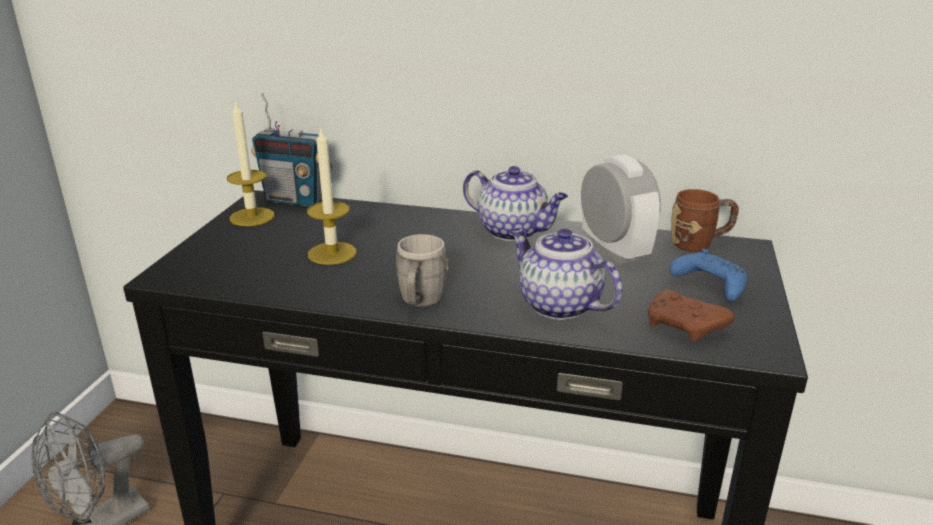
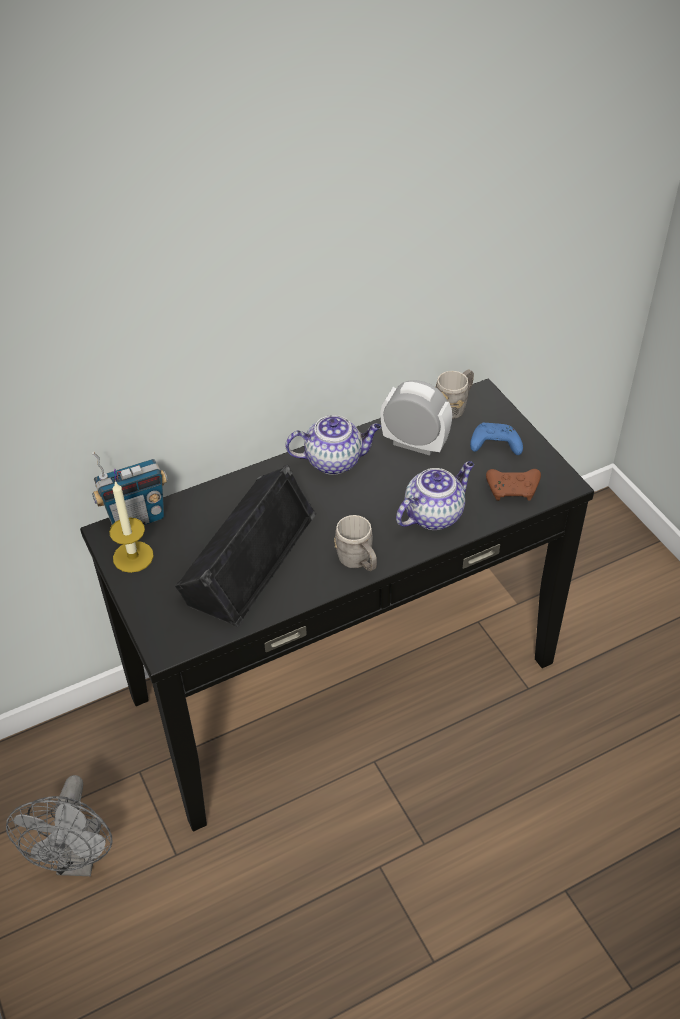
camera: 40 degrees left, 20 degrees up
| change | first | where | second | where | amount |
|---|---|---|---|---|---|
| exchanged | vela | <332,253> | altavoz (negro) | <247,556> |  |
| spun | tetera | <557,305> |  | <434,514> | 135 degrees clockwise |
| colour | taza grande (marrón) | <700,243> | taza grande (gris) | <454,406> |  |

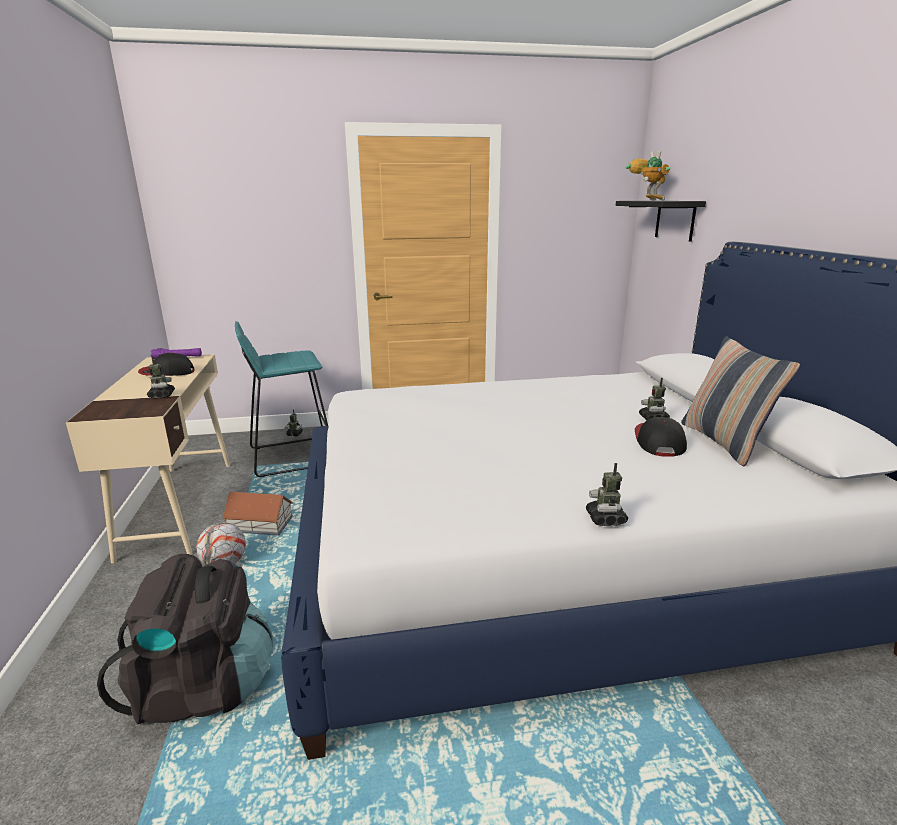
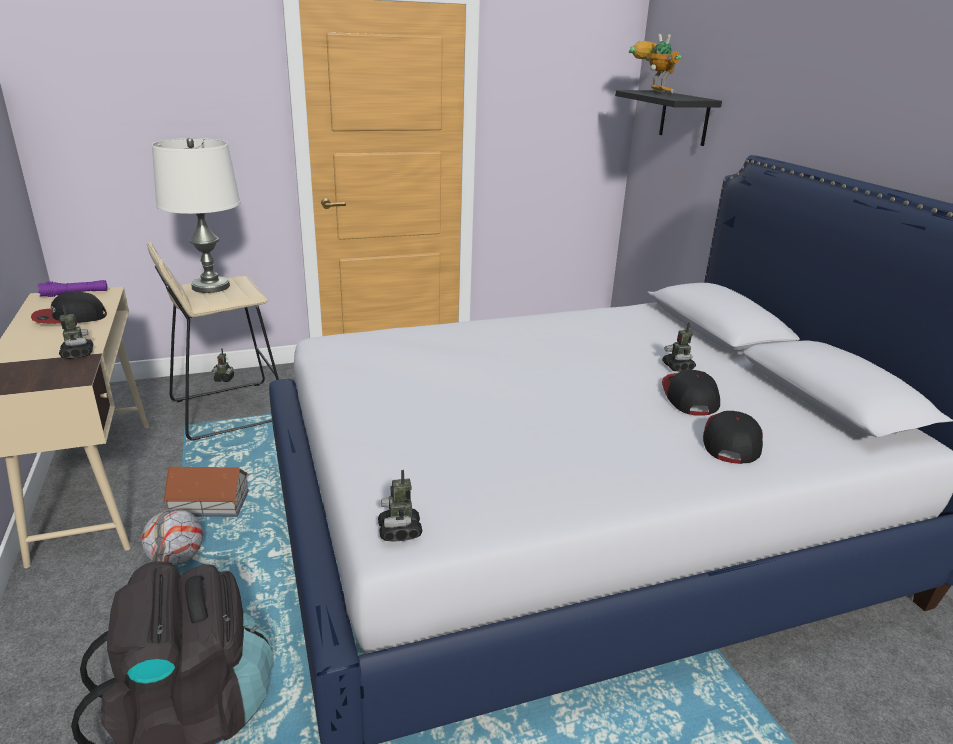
camera: 10 degrees left, 5 degrees up
| change | first | where | second | where | amount |
|---|---|---|---|---|---|
| colour | taburete (turquesa) | <291,456> | taburete (beis) | <227,410> |  |
| relocated | robot de juguete | <605,519> |  | <400,531> |  |
| missing | cojín | <724,442> |  |  |  |
| appeared |  |  | lámpara de mesa (blanco) | <211,287> |  |
| appeared |  |  | gorra | <731,441> |  |

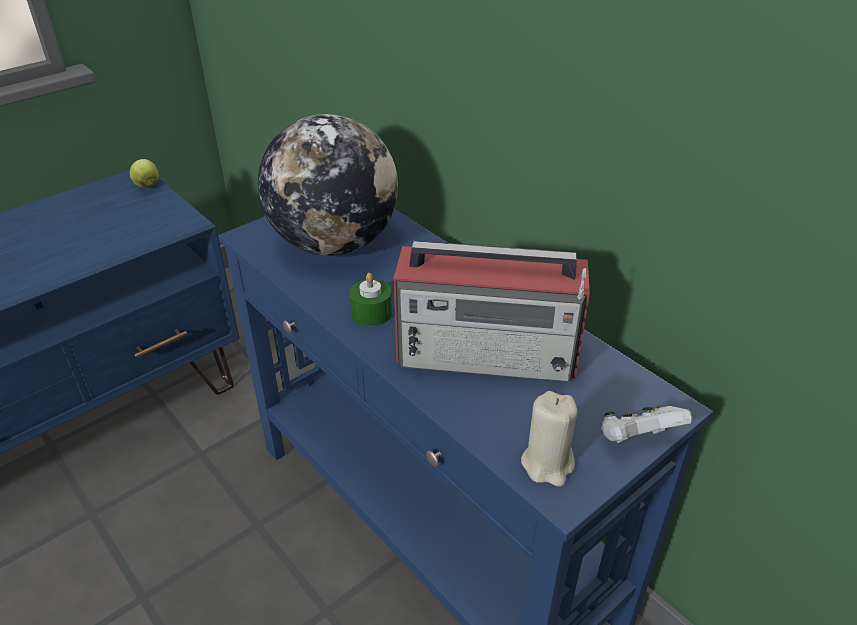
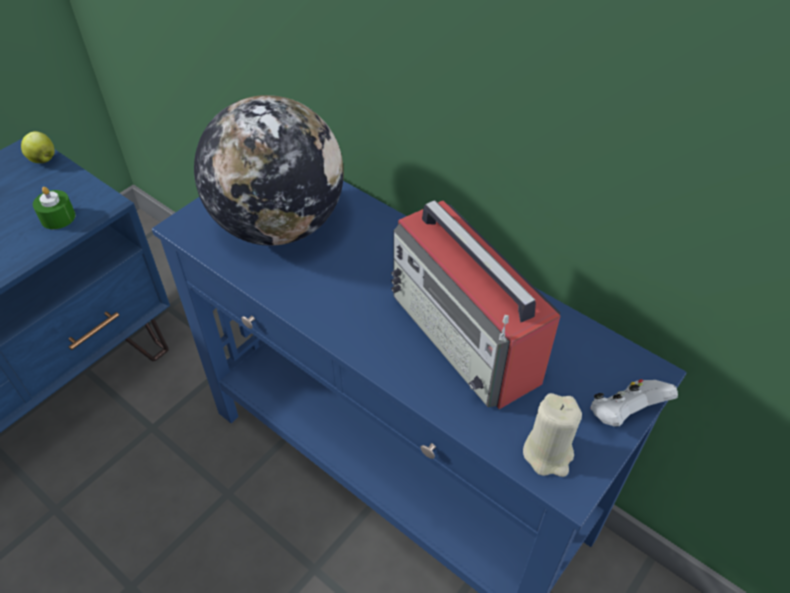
camera: 10 degrees left, 10 degrees up
| change | first | where | second | where | amount |
|---|---|---|---|---|---|
| relocated | vela (verde) | <371,313> |  | <58,217> |  |
| spun | radio | <489,354> |  | <466,338> | 60 degrees clockwise |

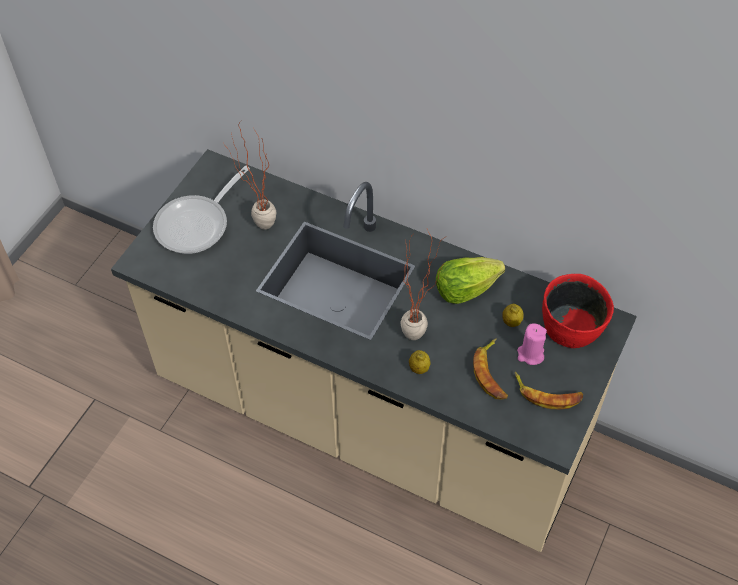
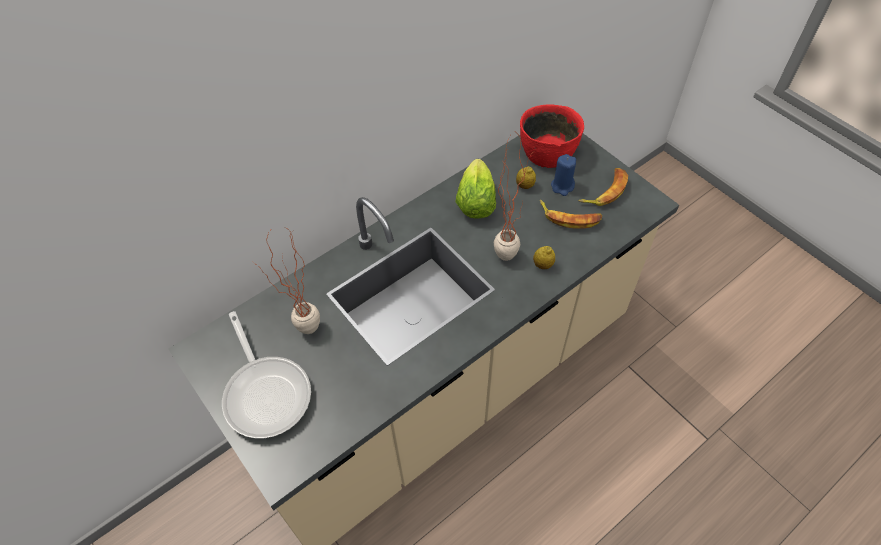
camera: 65 degrees left, 0 degrees up
| change | first | where | second | where | amount |
|---|---|---|---|---|---|
| colour | vela (rosa) | <530,354> | vela (azul) | <562,186> |  |

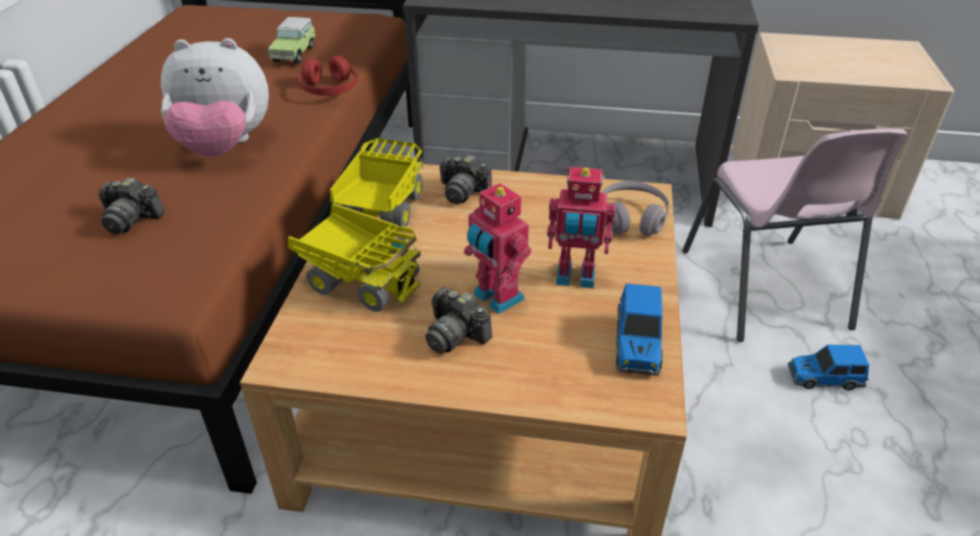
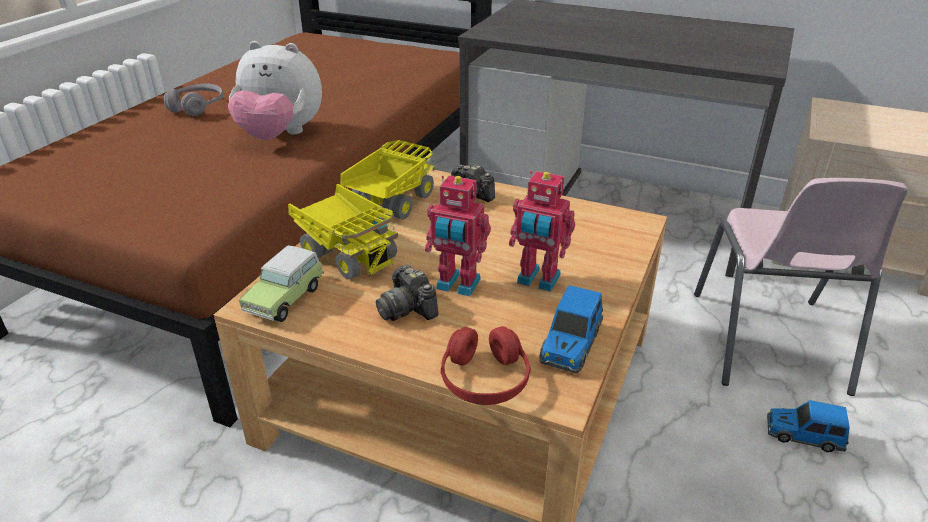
camera: 15 degrees right, 5 degrees down
| change | first | where | second | where | amount |
|---|---|---|---|---|---|
| missing | cámara | <131,219> |  |  |  |
| relocated | coche de juguete | <295,53> |  | <287,298> |  |
| relocated | auriculares (rojo) | <329,89> |  | <484,379> |  |
| spun | robot de juguete | <496,298> |  | <457,285> | 45 degrees counterclockwise |
| relocated | auriculares (gris) | <631,218> |  | <197,107> |  |

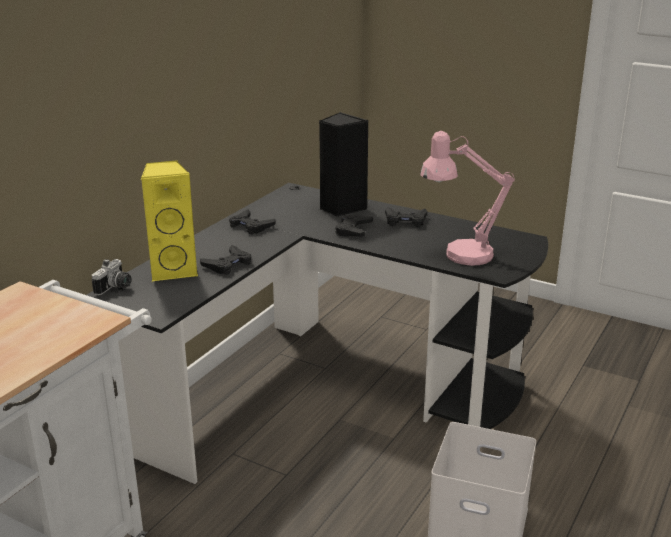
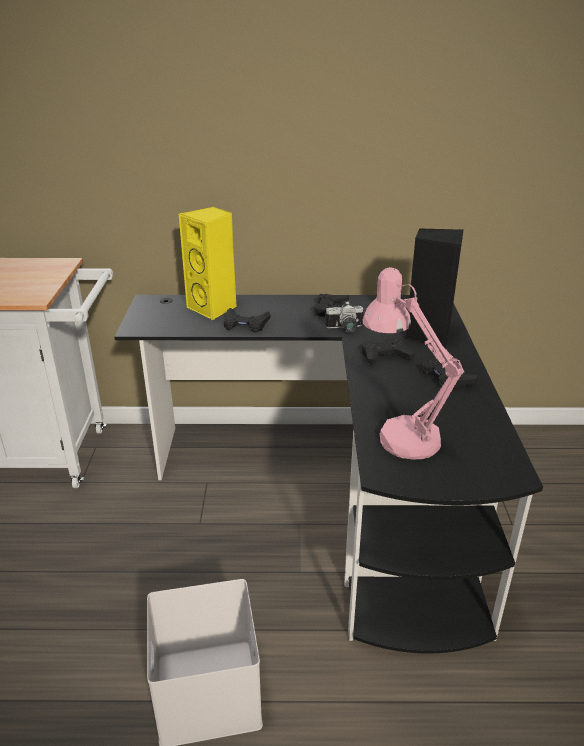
camera: 60 degrees right, 5 degrees up
| change | first | where | second | where | amount |
|---|---|---|---|---|---|
| relocated | cámara | <115,287> |  | <345,329> |  |

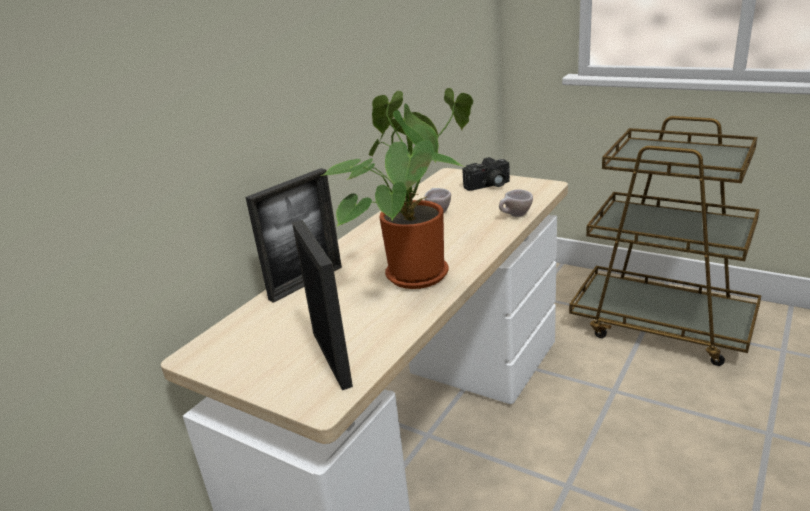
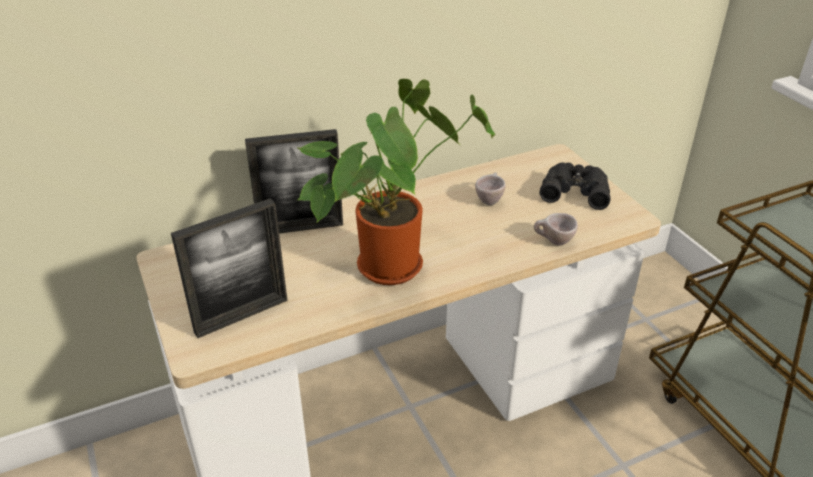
camera: 30 degrees right, 10 degrees up
| change | first | where | second | where | amount |
|---|---|---|---|---|---|
| spun | portarretratos | <331,358> |  | <241,316> | 45 degrees clockwise |
| exchanged | cámara | <488,186> | prismáticos (negro) | <575,189> |  |

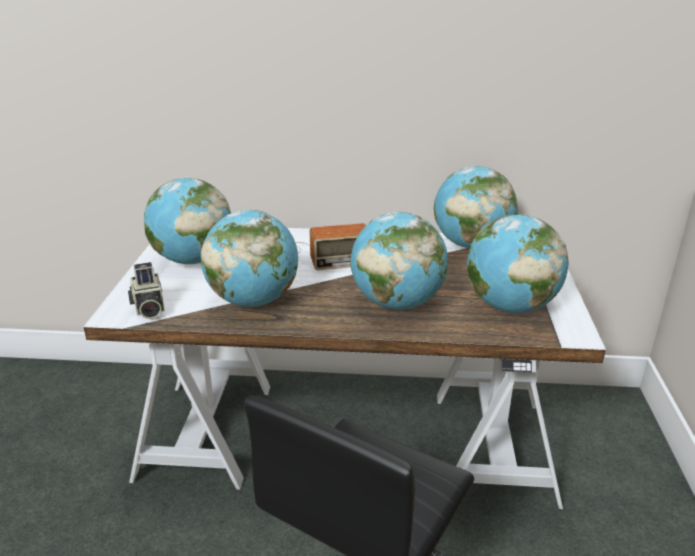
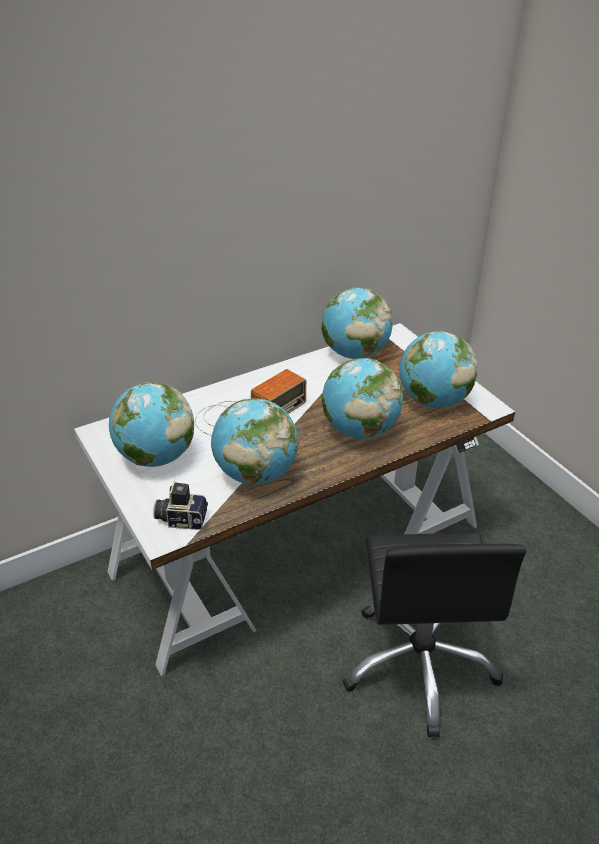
camera: 35 degrees left, 10 degrees up
| change | first | where | second | where | amount |
|---|---|---|---|---|---|
| spun | cámara | <148,308> |  | <181,518> | 150 degrees clockwise |

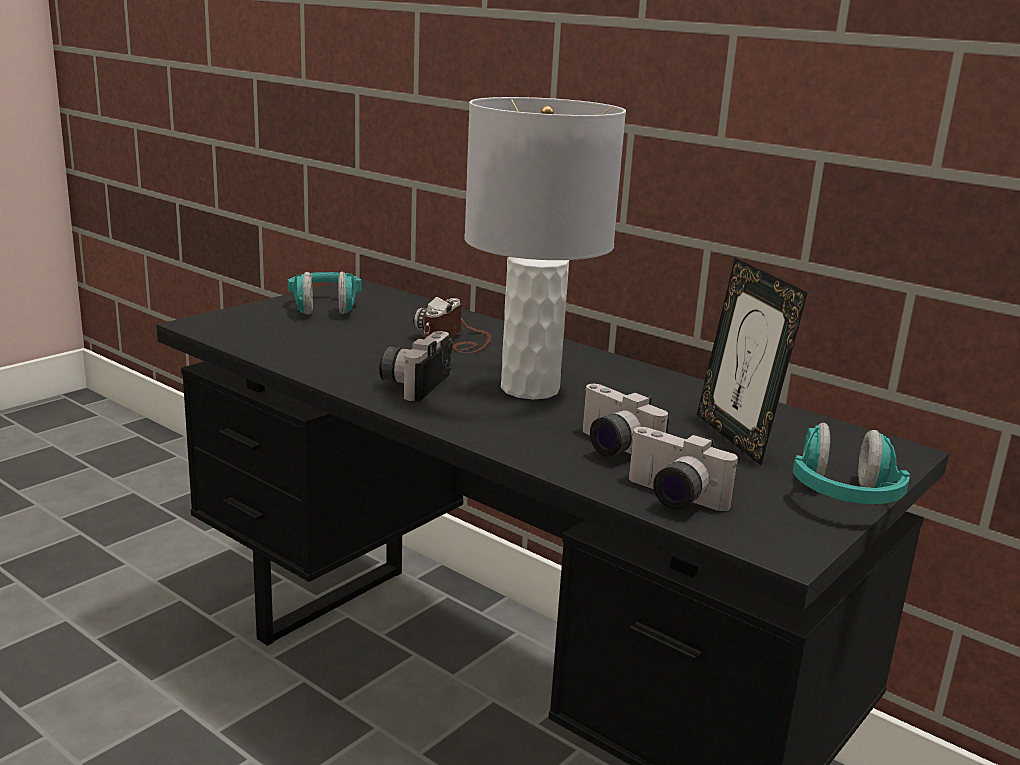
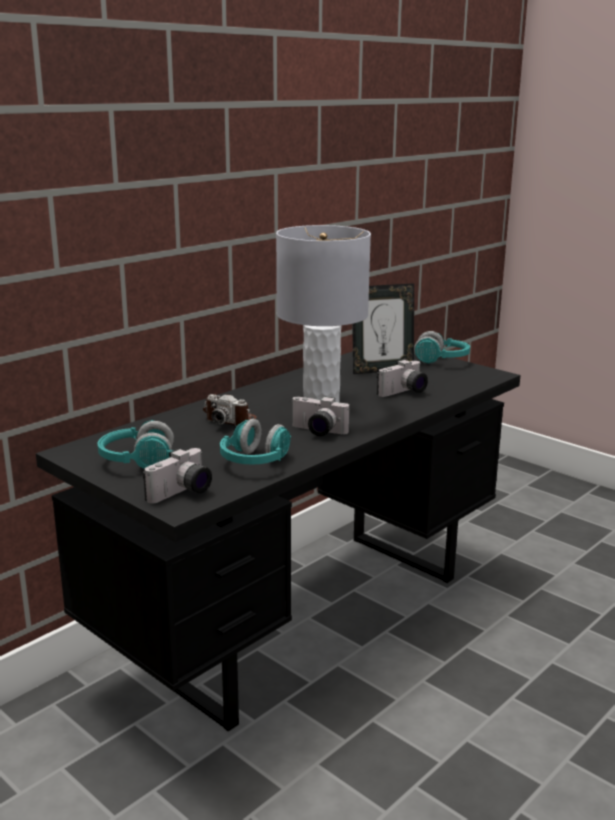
camera: 85 degrees left, 0 degrees up
| change | first | where | second | where | amount |
|---|---|---|---|---|---|
| relocated | cámara | <671,498> |  | <182,493> |  |
| appeared |  |  | auriculares (turquesa) | <255,462> |  |

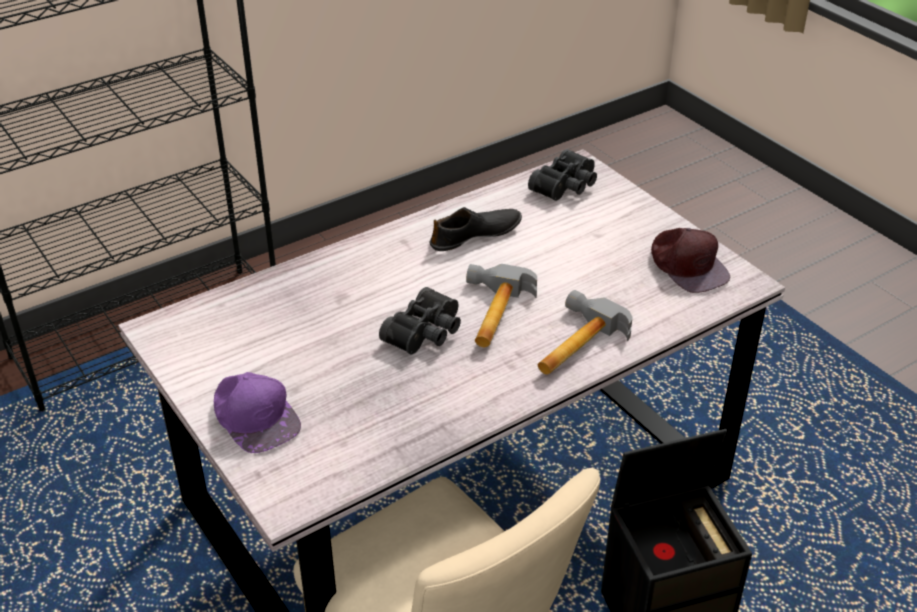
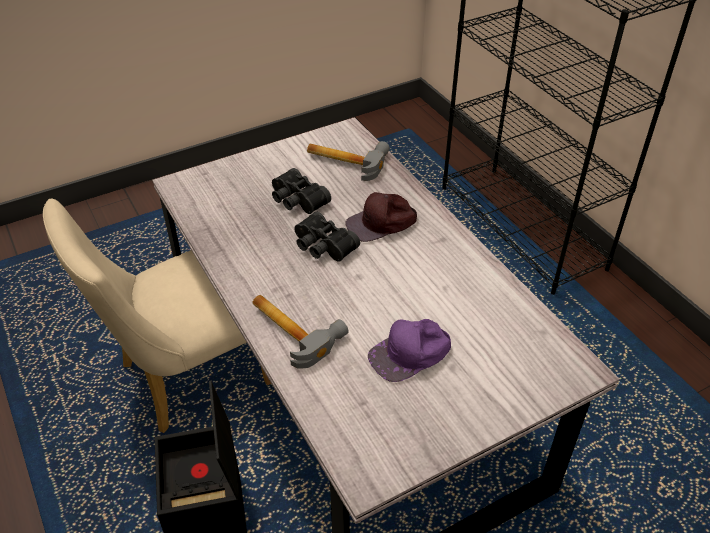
camera: 95 degrees right, 5 degrees up
| change | first | where | second | where | amount |
|---|---|---|---|---|---|
| relocated | gorra (morado) | <256,416> |  | <410,354> |  |
| missing | zapato (negro) | <476,235> |  |  |  |
| relocated | martillo | <491,314> |  | <346,160> |  |
| relocated | prismáticos (negro) | <567,186> |  | <296,200> |  |
| relocated | gorra (marrón) | <688,265> |  | <381,223> |  |

